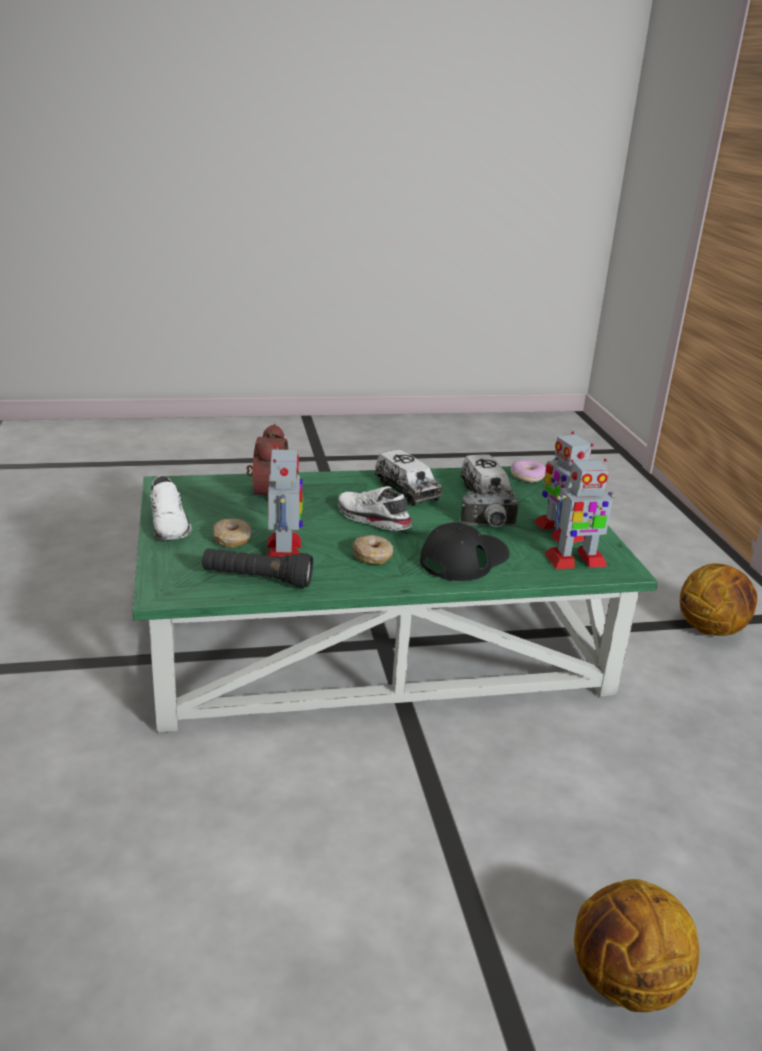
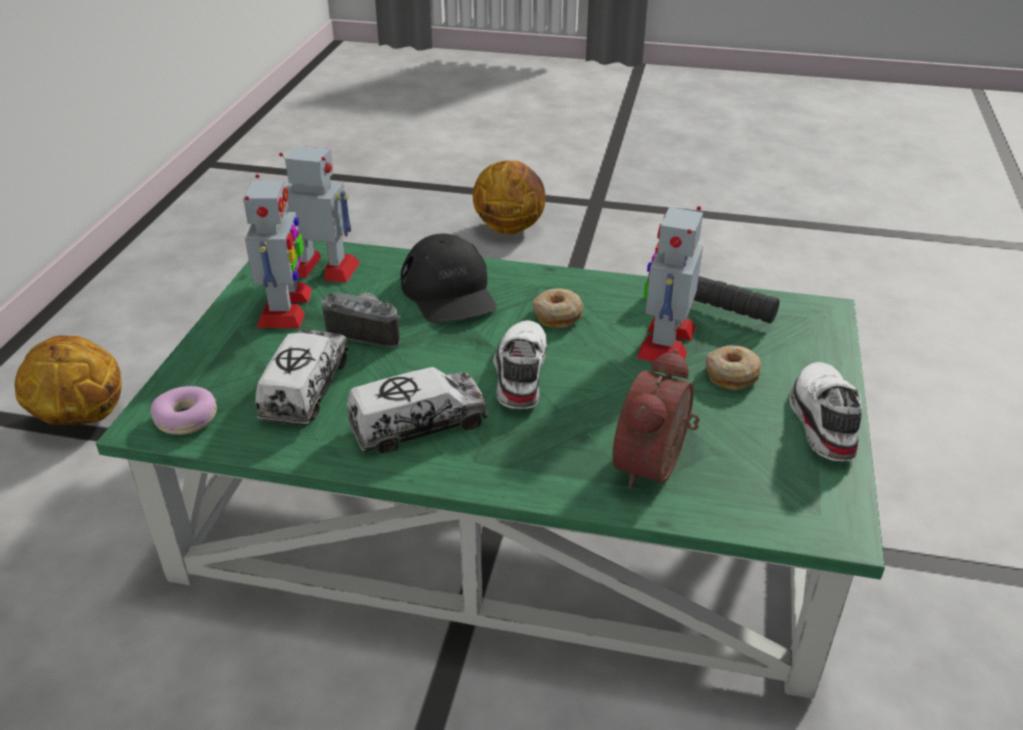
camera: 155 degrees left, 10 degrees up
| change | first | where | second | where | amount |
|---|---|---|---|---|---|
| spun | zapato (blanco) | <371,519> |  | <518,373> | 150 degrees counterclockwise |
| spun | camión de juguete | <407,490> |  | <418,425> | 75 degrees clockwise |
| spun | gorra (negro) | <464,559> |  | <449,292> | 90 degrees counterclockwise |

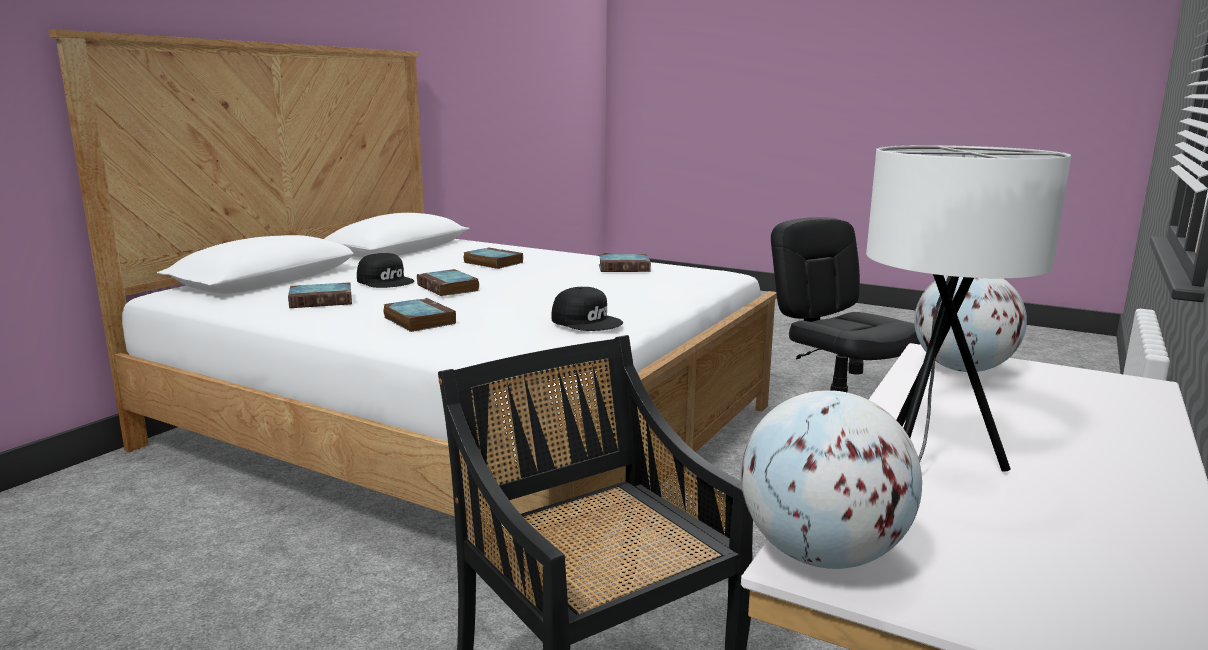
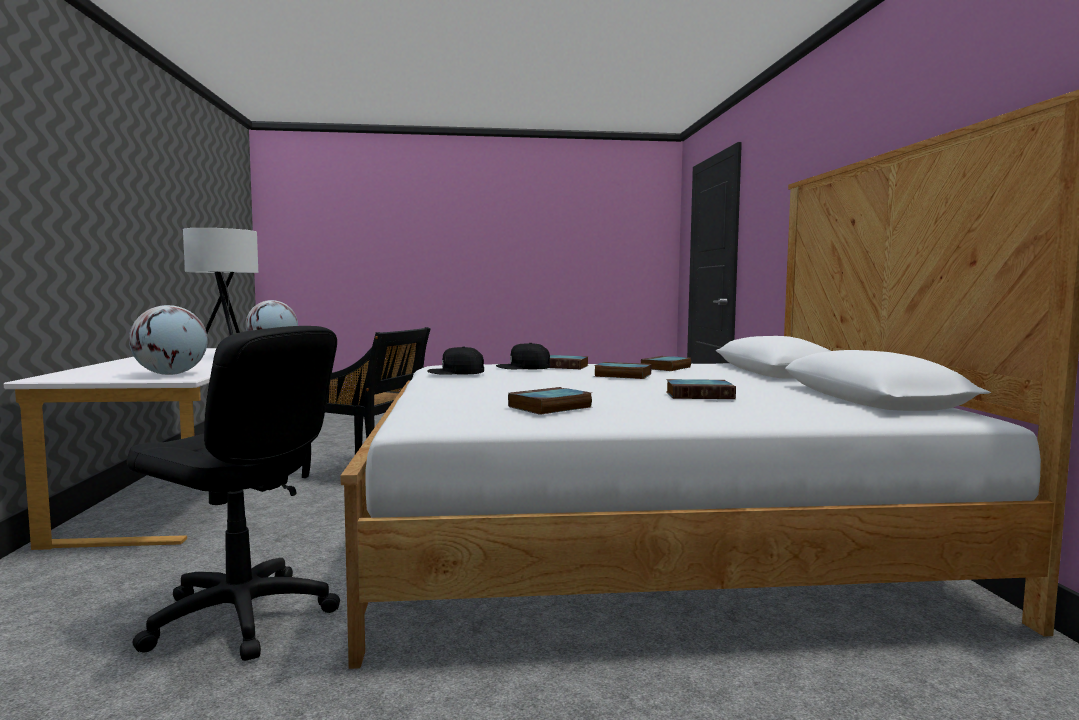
camera: 145 degrees right, 10 degrees down
| change | first | where | second | where | amount |
|---|---|---|---|---|---|
| relocated | gorra (negro) | <386,281> |  | <524,367> |  |

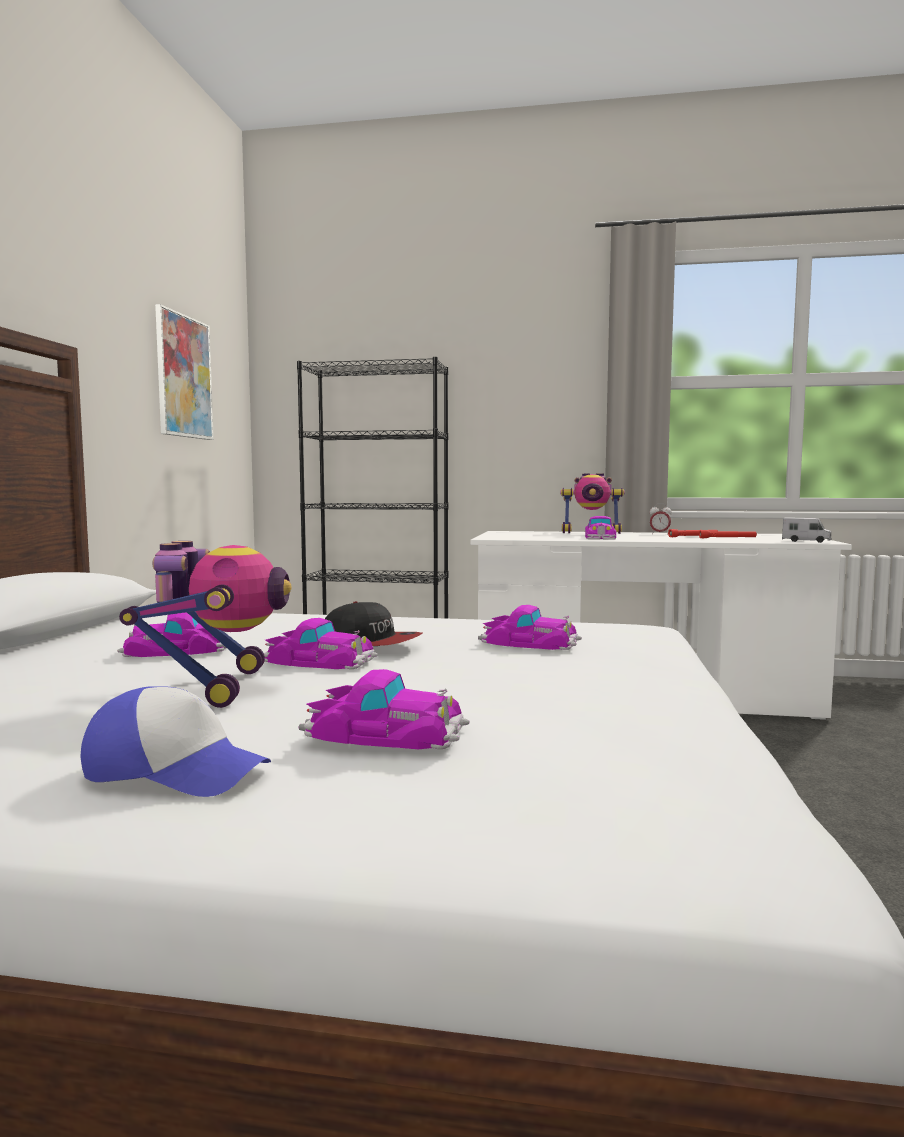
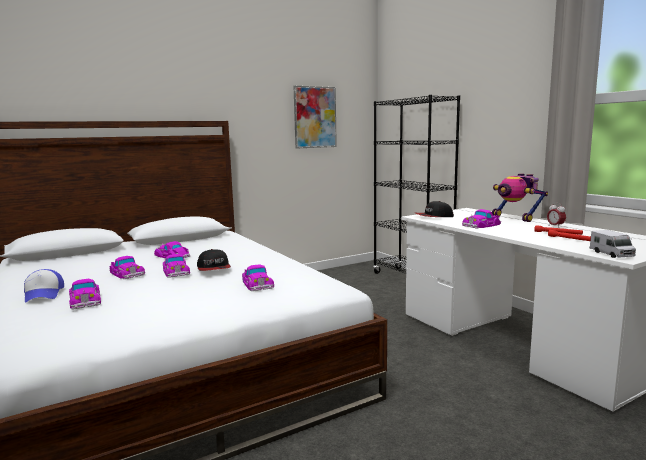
camera: 50 degrees right, 5 degrees up
| change | first | where | second | where | amount |
|---|---|---|---|---|---|
| exchanged | robot de juguete | <218,687> | coche de juguete | <126,273> |  |
| appeared |  |  | gorra | <433,216> |  |

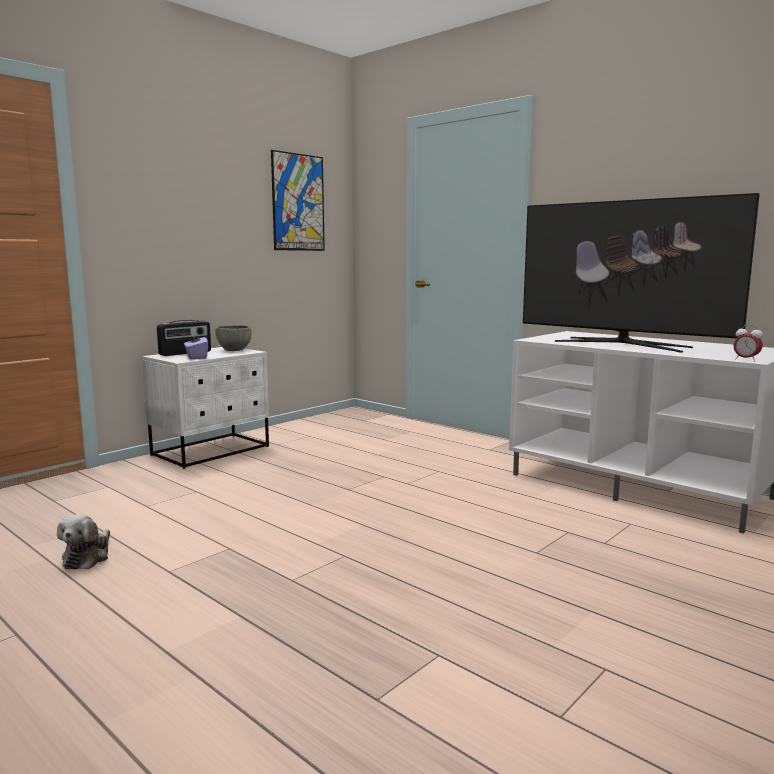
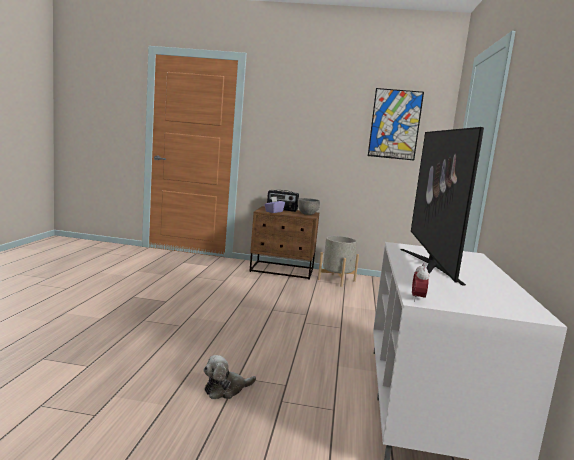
camera: 55 degrees right, 0 degrees up
| change | first | where | second | where | amount |
|---|---|---|---|---|---|
| relocated | peluche | <88,557> |  | <226,389> |  |
| colour | mesita de noche (blanco) | <212,451> | mesita de noche (marrón) | <282,270> |  |
| appeared |  |  | maceta (gris) | <336,280> |  |

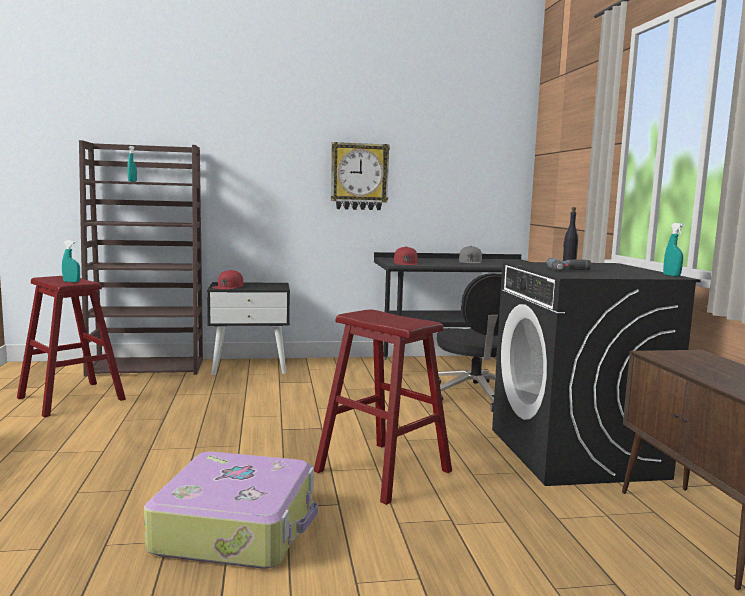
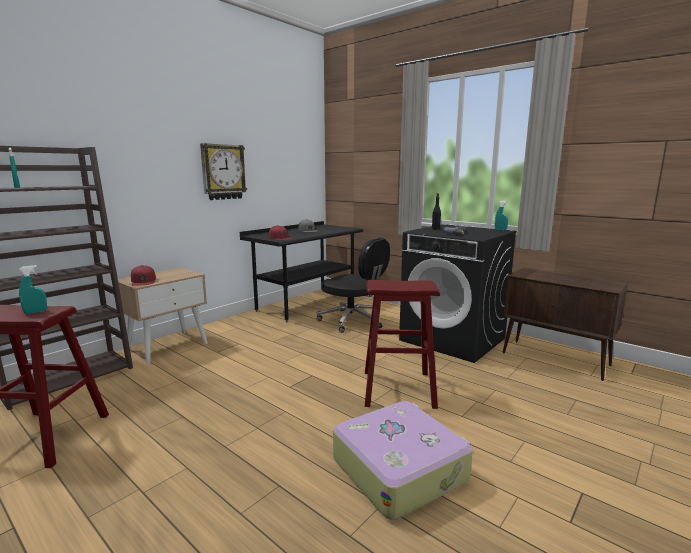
camera: 40 degrees left, 5 degrees up
| change | first | where | second | where | amount |
|---|---|---|---|---|---|
| colour | mesita de noche (negro) | <250,367> | mesita de noche (beis) | <168,346> |  |

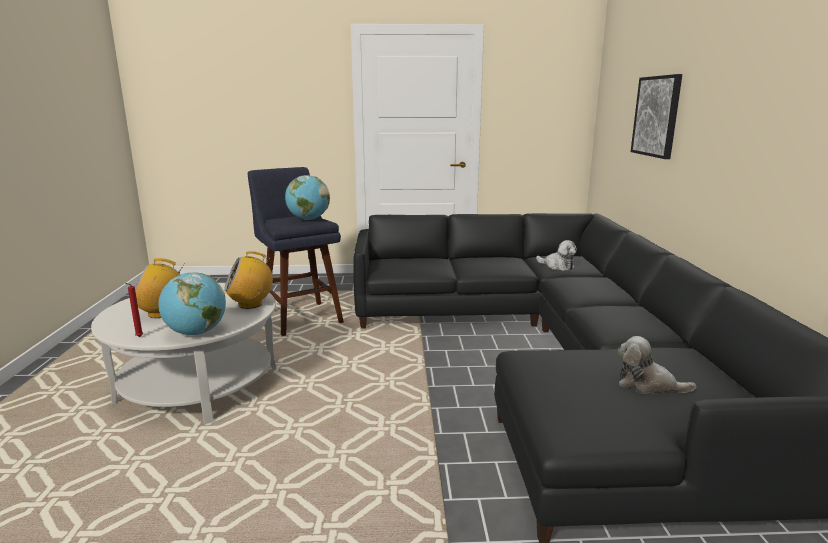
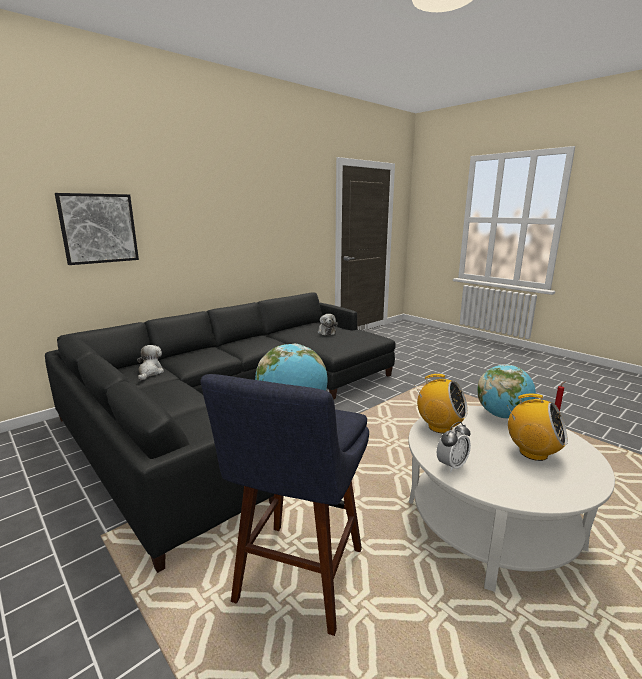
camera: 130 degrees left, 0 degrees up
| change | first | where | second | where | amount |
|---|---|---|---|---|---|
| appeared |  |  | despertador | <451,465> |  |

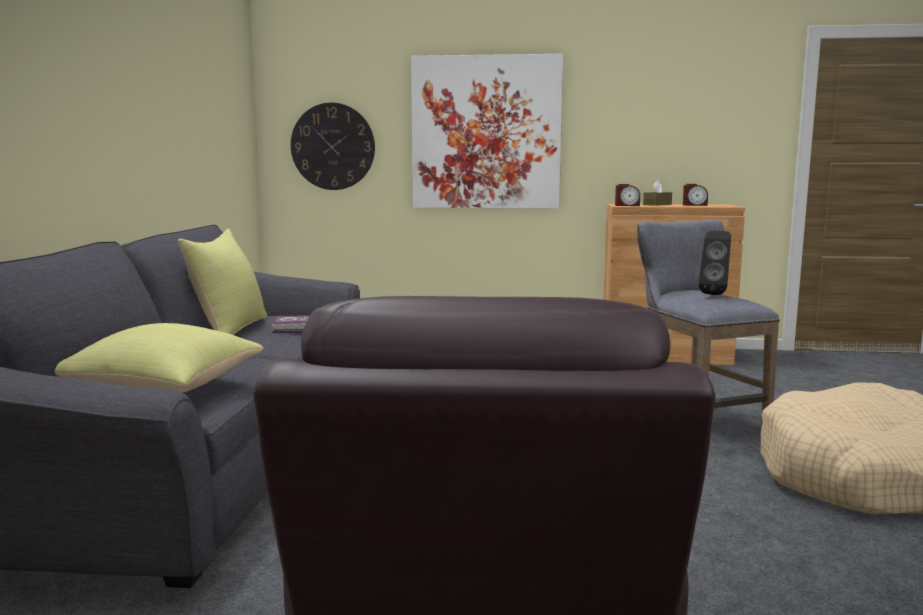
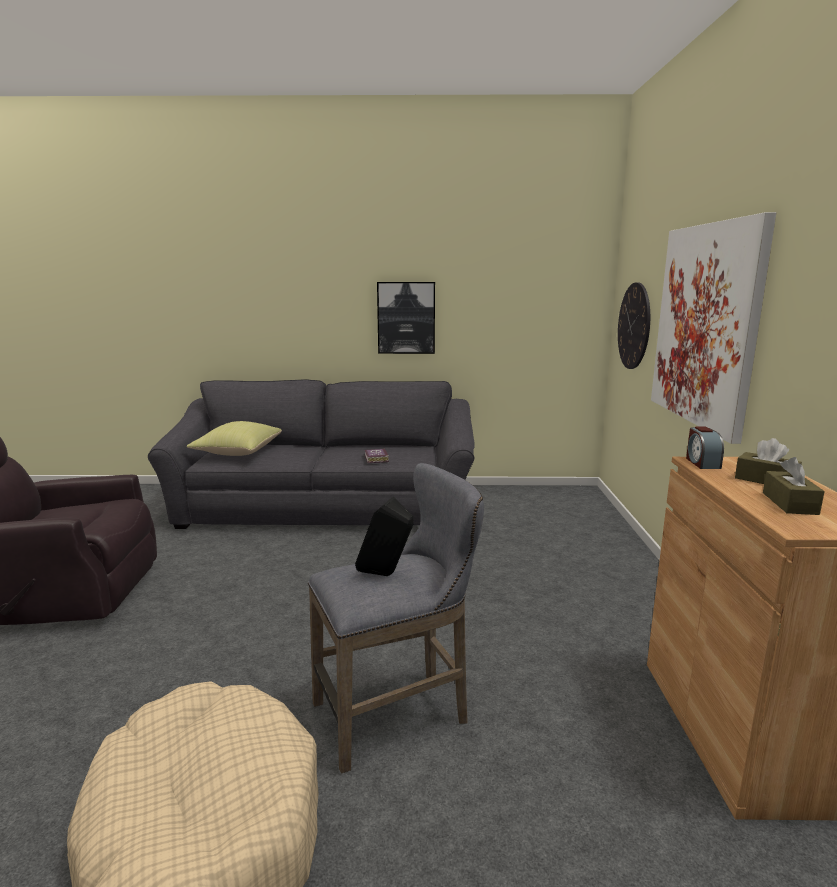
camera: 85 degrees right, 5 degrees up
| change | first | where | second | where | amount |
|---|---|---|---|---|---|
| missing | cojín (amarillo) | <230,328> |  |  |  |
| exchanged | despertador | <694,205> | caja de pañuelos (marrón) | <789,503> |  |
| appeared |  |  | cuadro | <406,318> |  |

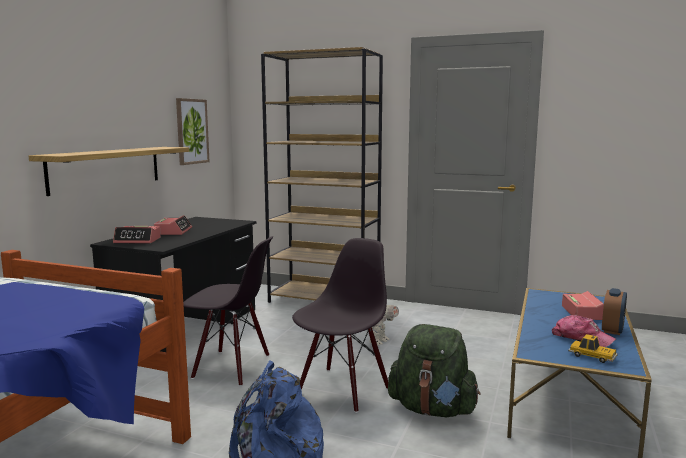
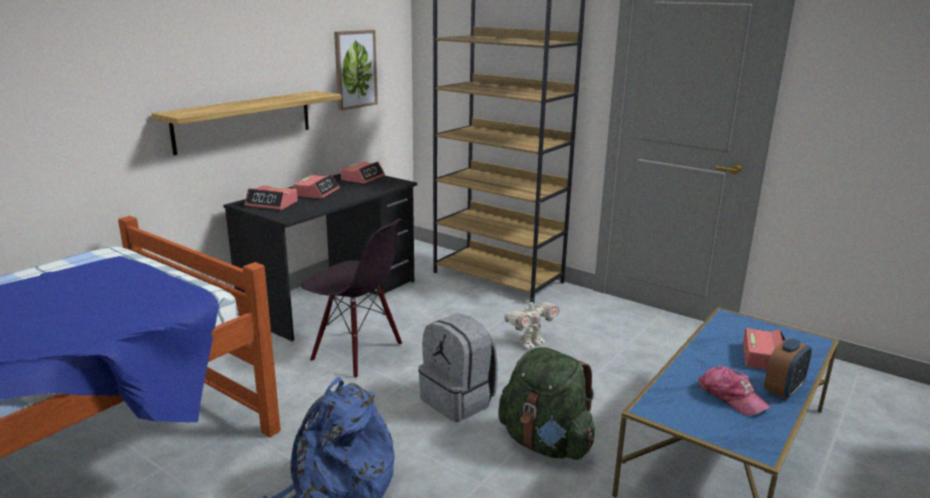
camera: 15 degrees right, 10 degrees up
| change | first | where | second | where | amount |
|---|---|---|---|---|---|
| exchanged | silla (negro) | <342,389> | mochila (gris) | <459,400> |  |
| missing | coche de juguete | <592,356> |  |  |  |
| appeared |  |  | despertador | <363,178> |  |

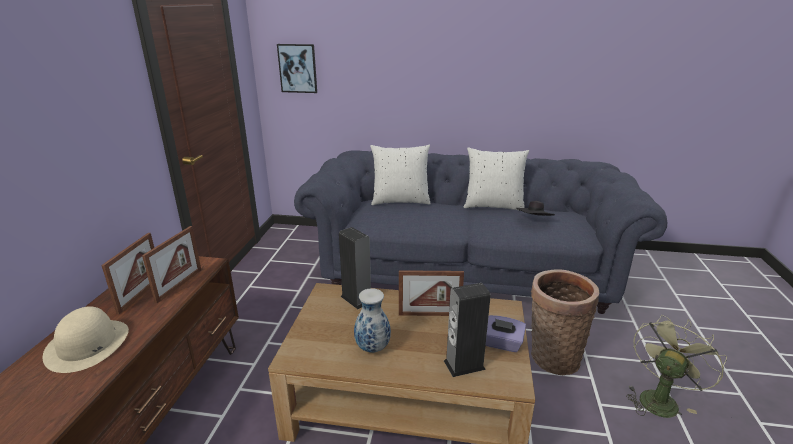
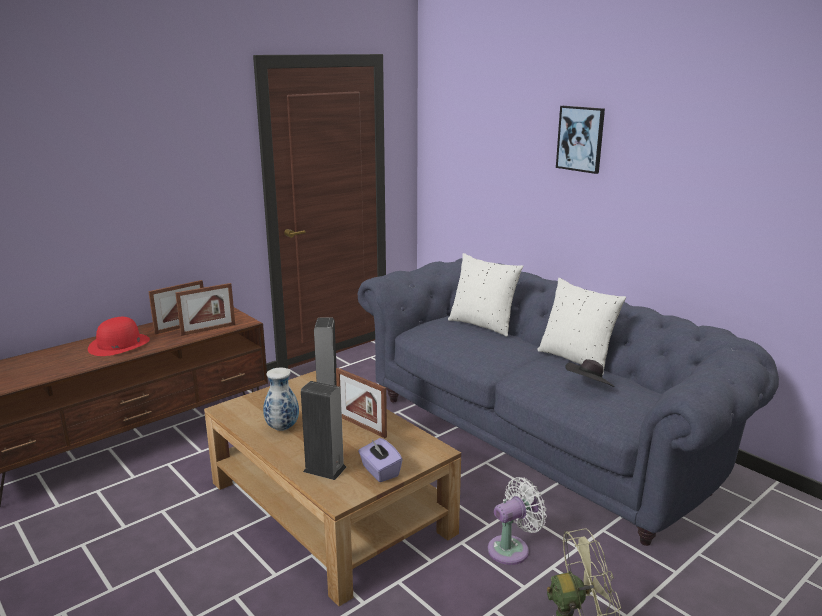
camera: 40 degrees right, 5 degrees down
| change | first | where | second | where | amount |
|---|---|---|---|---|---|
| colour | sombrero (beis) | <88,345> | sombrero (rojo) | <119,344> |  |
| relocated | cuadro | <298,68> |  | <580,139> |  |
| exchanged | cesta | <552,356> | ventilador (blanco) | <512,549> |  |

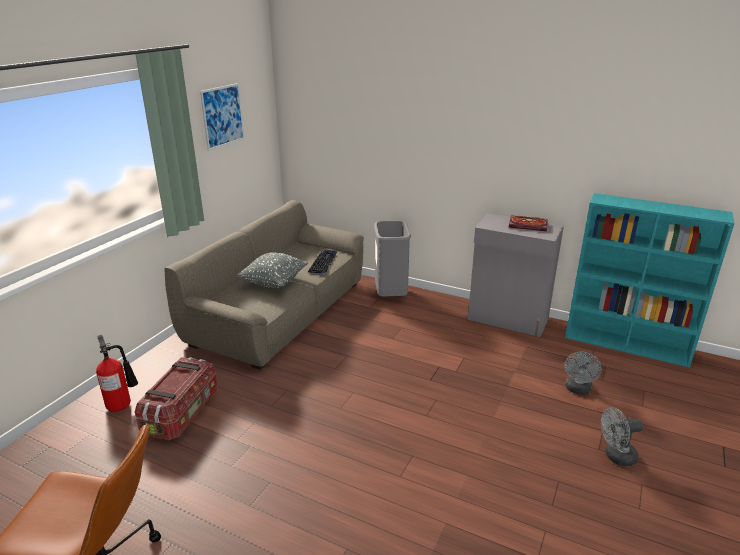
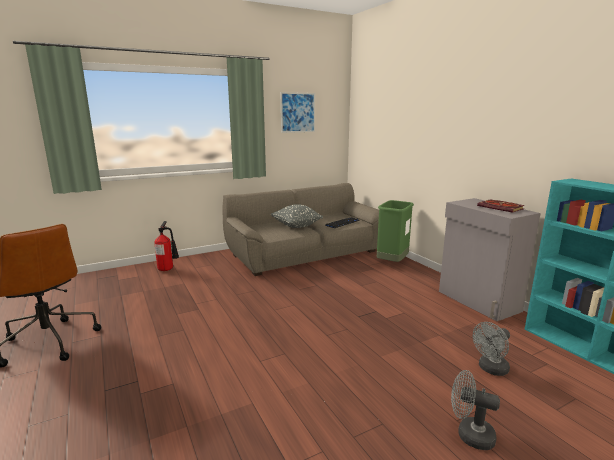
camera: 35 degrees right, 10 degrees down
| change | first | where | second | where | amount |
|---|---|---|---|---|---|
| missing | caja de almacenaje | <183,413> |  |  |  |
| colour | papelera (gris) | <390,296> | papelera (verde) | <392,263> |  |

